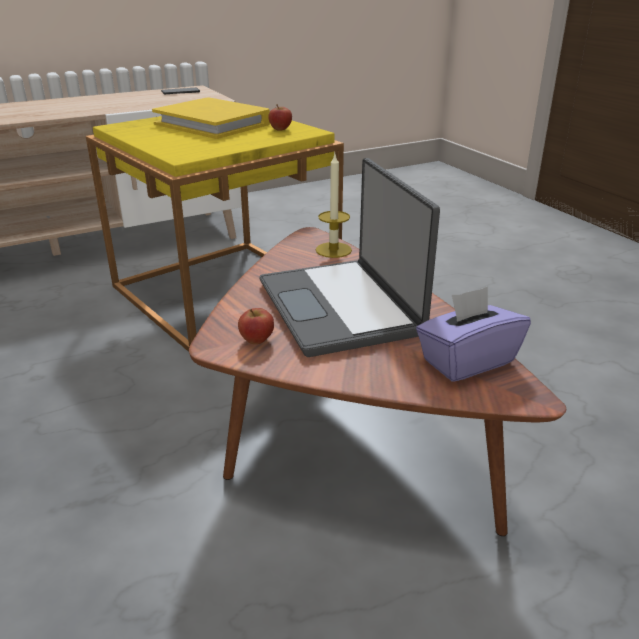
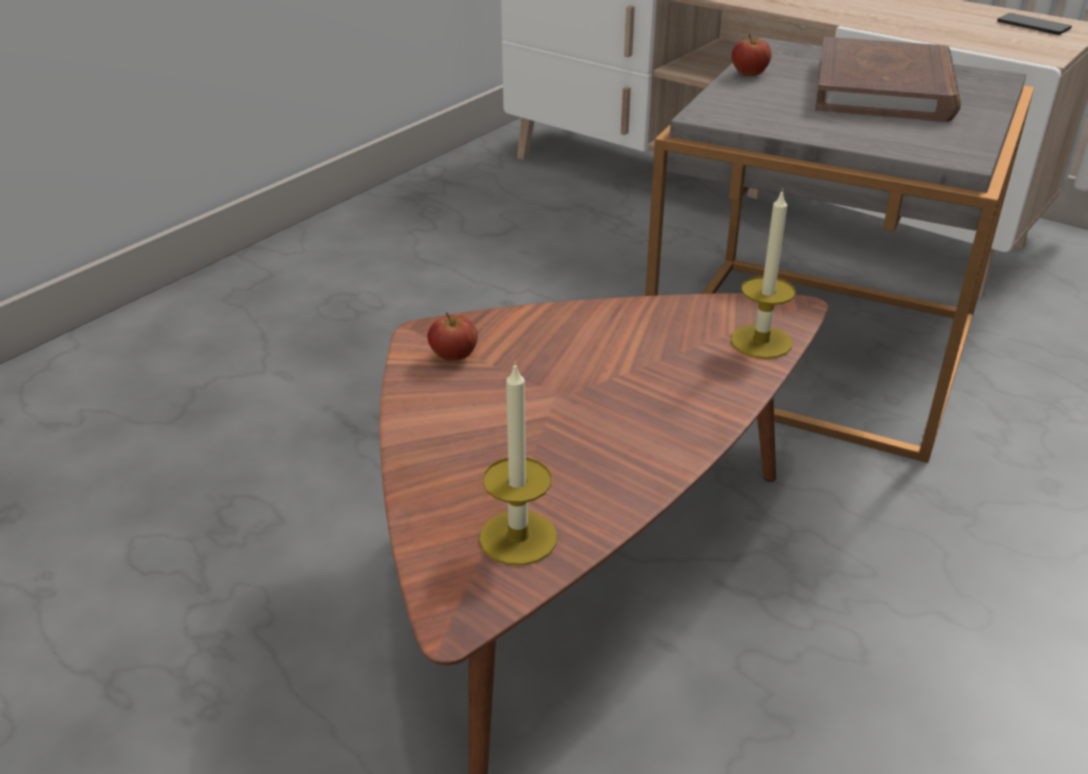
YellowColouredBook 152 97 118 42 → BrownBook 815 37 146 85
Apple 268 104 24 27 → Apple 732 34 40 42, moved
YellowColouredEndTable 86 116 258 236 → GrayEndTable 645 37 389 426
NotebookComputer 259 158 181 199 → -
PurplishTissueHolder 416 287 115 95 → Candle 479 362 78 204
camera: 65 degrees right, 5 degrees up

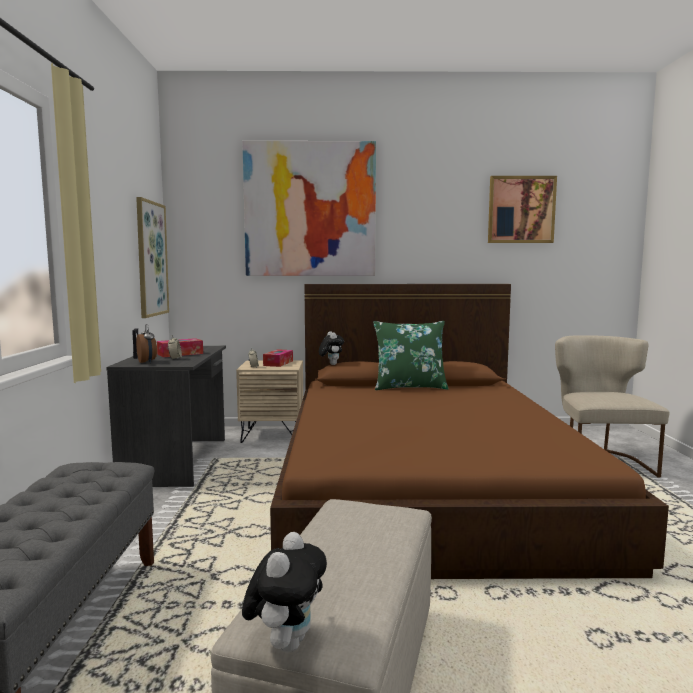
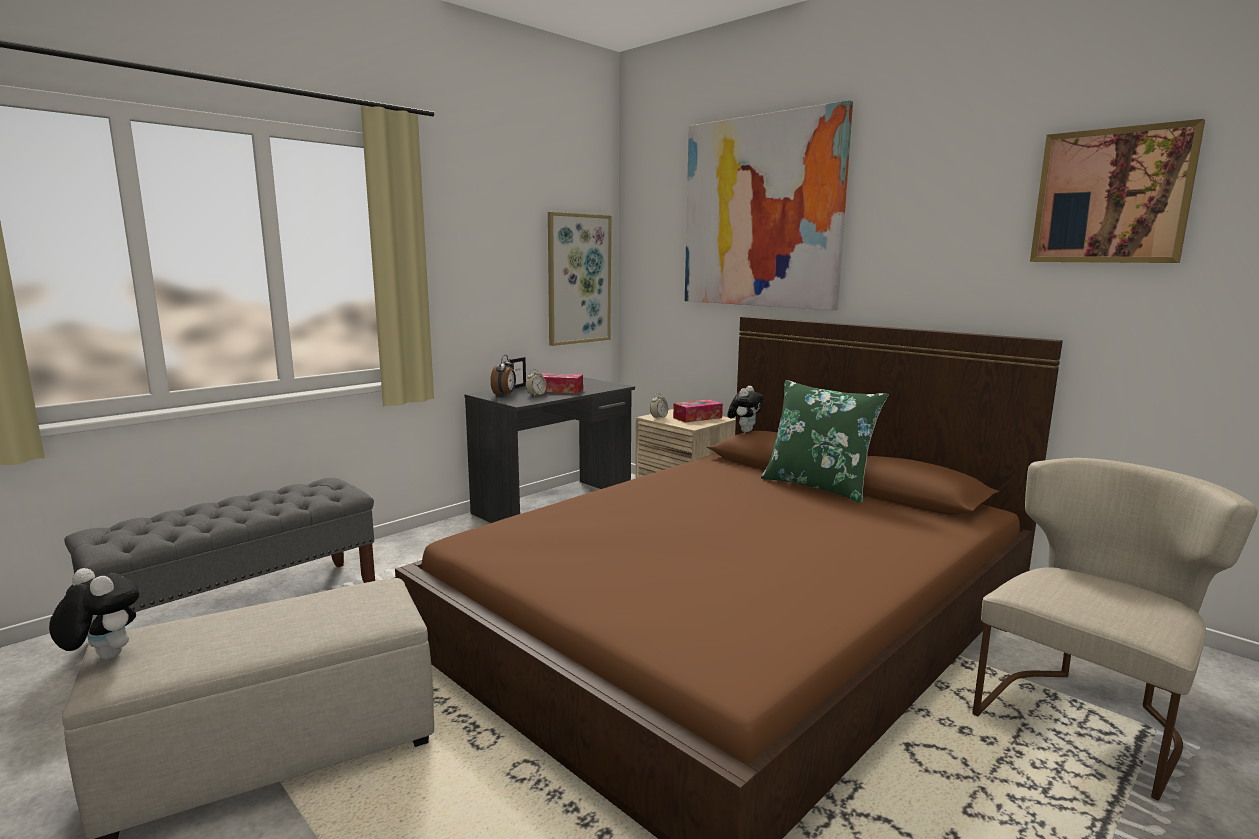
PlushToy 242 532 85 120 → PlushToy 49 568 91 92, 120 degrees counterclockwise
camera: 45 degrees right, 5 degrees up

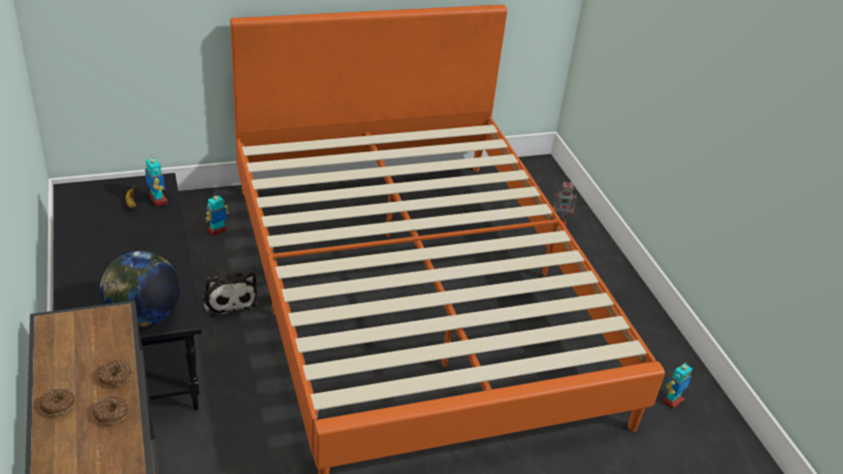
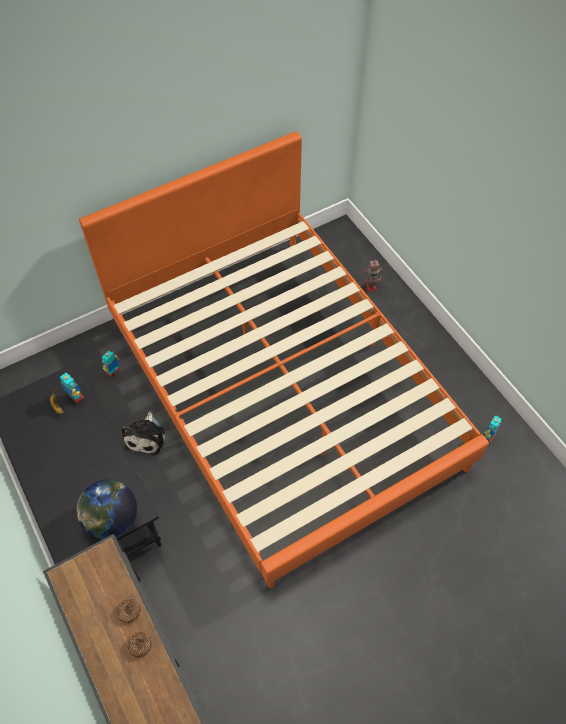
PlushToy 203 272 54 45 → PlushToy 121 411 44 44, 45 degrees clockwise
RingDoughnut 39 388 36 28 → -
camera: 10 degrees left, 20 degrees up

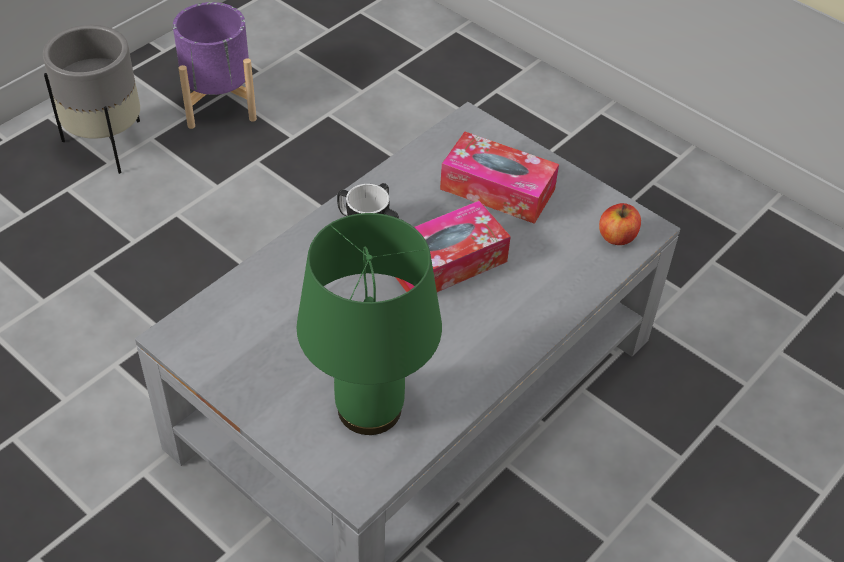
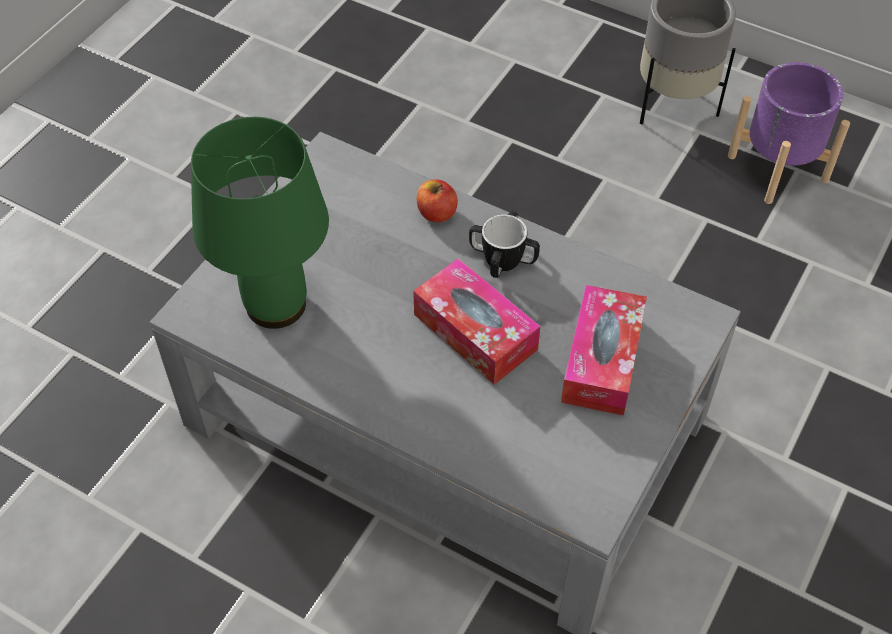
Apple 599 203 42 42 → Apple 417 179 41 43, moved
camera: 80 degrees right, 5 degrees up

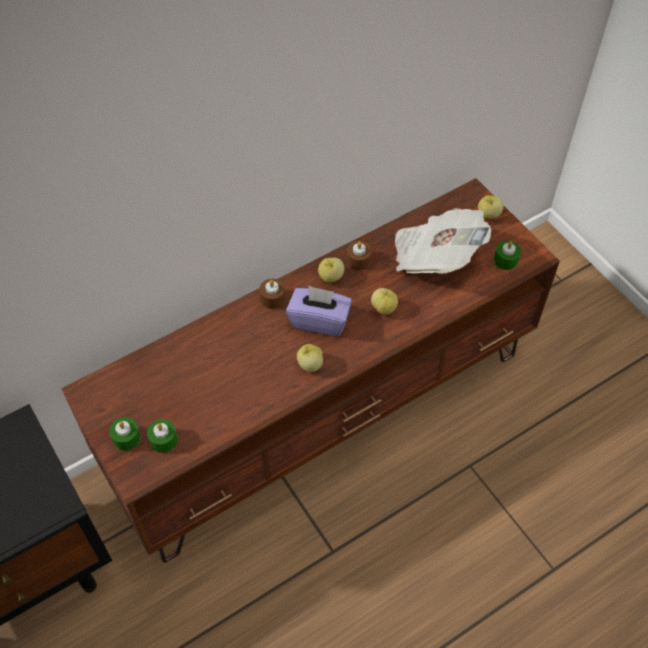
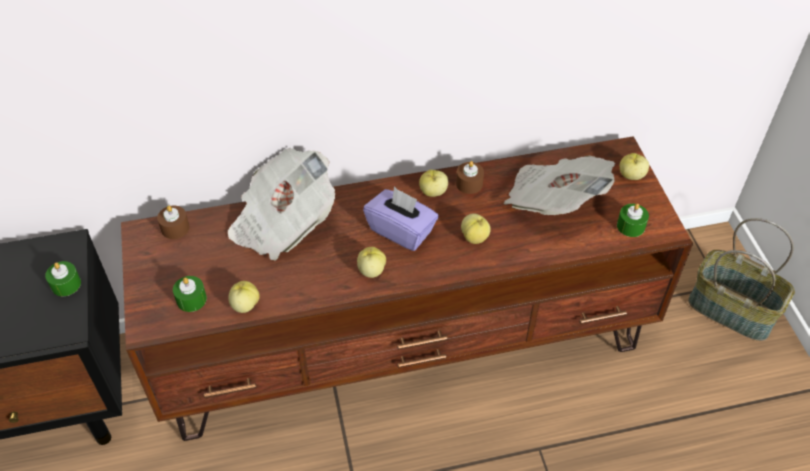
BrownCandle 259 279 26 30 → BrownCandle 157 206 33 33, moved
GreenColouredCandle 109 417 32 34 → GreenColouredCandle 45 261 36 35, moved
- → PrintedPaper 227 148 108 113
- → Basket 688 218 107 123
- → Apple 228 281 32 32
camera: 20 degrees right, 5 degrees down

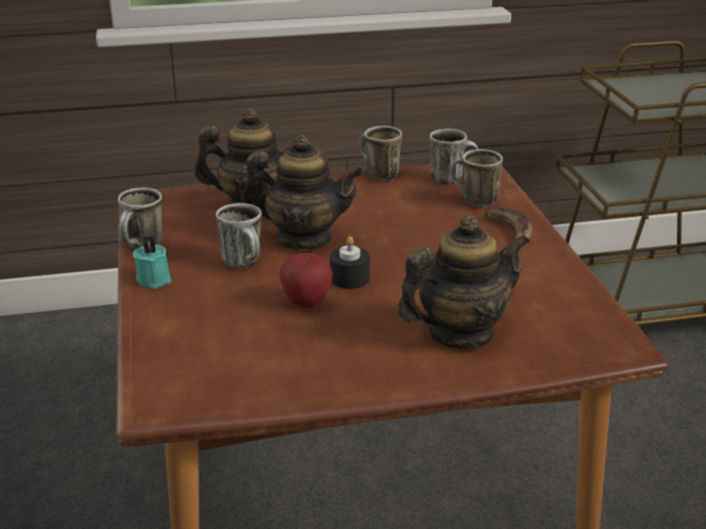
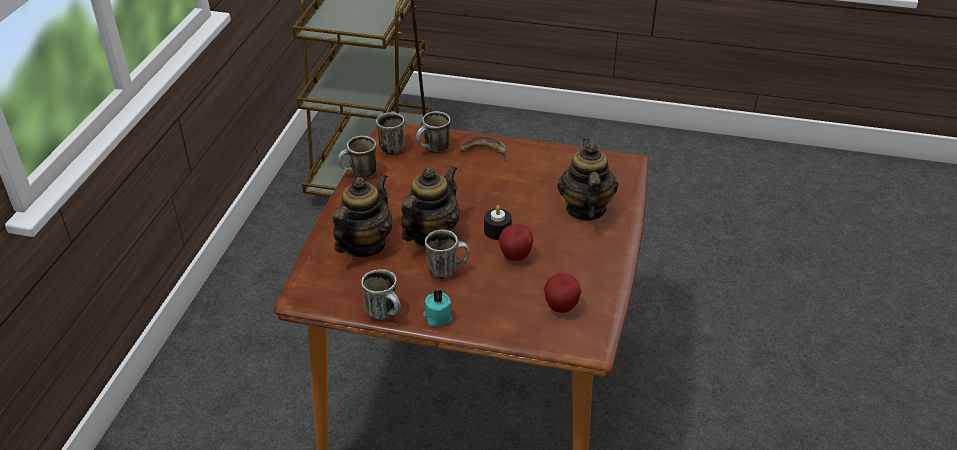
- → Apple 544 273 37 40
camera: 65 degrees left, 10 degrees up

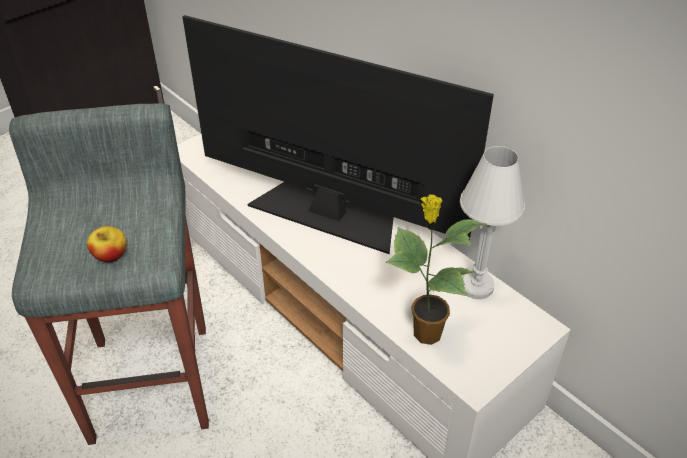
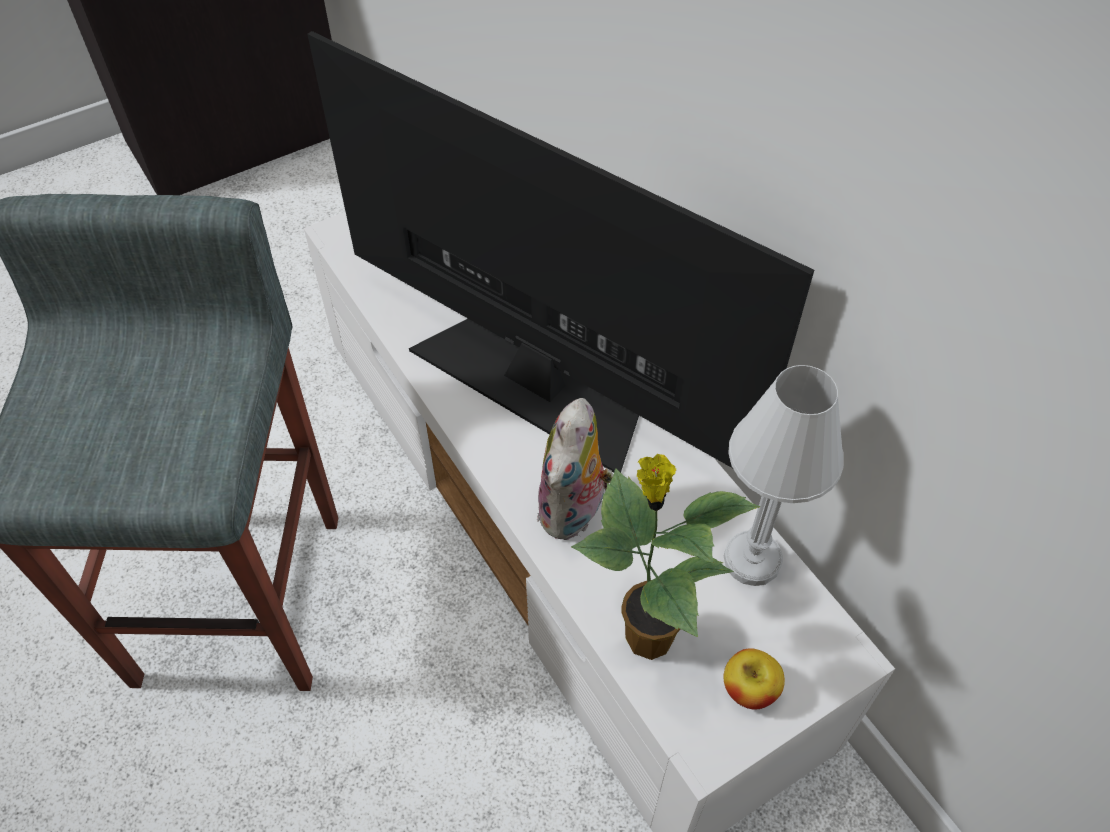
Apple 87 226 40 36 → Apple 724 648 61 62, moved
- → PlushToy 537 398 77 142
camera: 10 degrees right, 10 degrees up

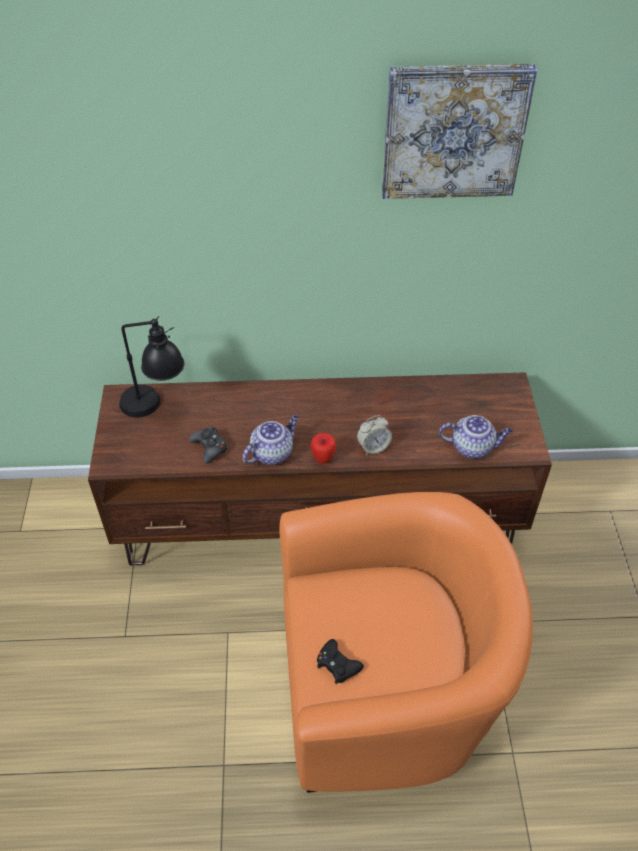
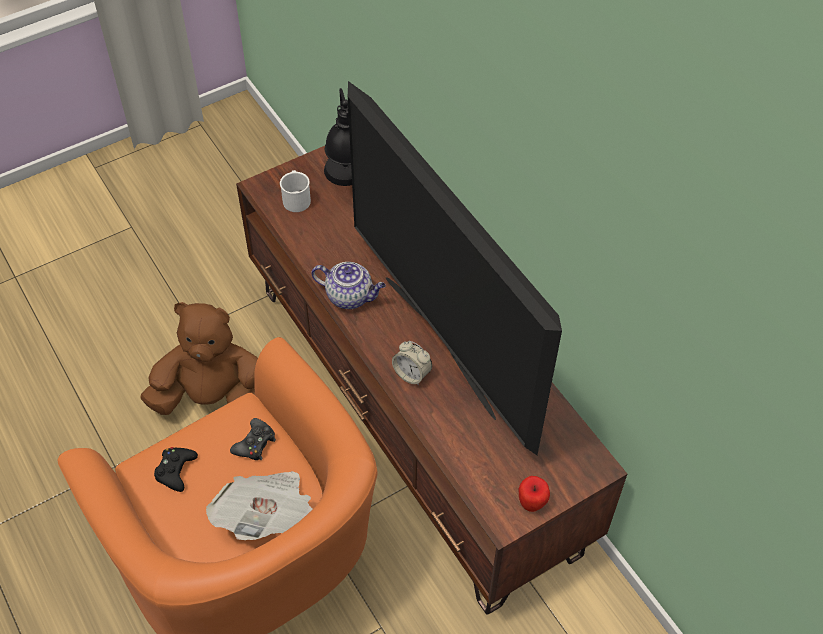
WallArt 382 64 155 135 → -
Teapot 439 415 74 43 → -
BlackColouredGamepad 189 426 39 38 → BlackColouredGamepad 230 418 46 42, moved
Apple 311 433 25 31 → Apple 519 476 31 36, moved
- → Tv 348 81 214 374
- → WhitishCoffeeMug 280 170 31 42
- → BrownPlushToy 140 302 118 113
- → PrintedPaper 206 471 106 69
camera: 60 degrees right, 5 degrees up

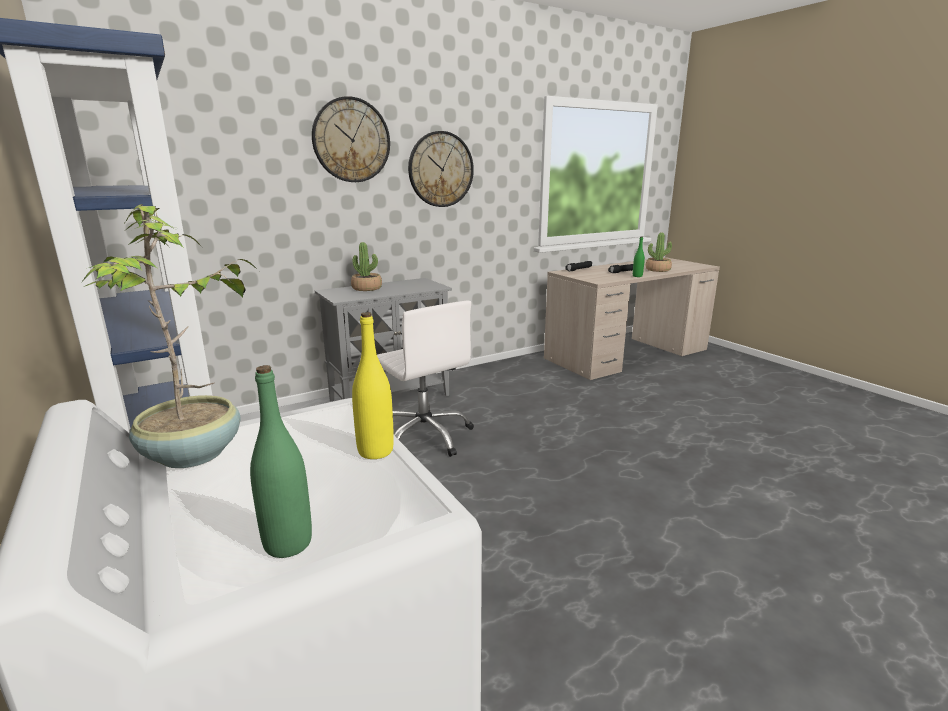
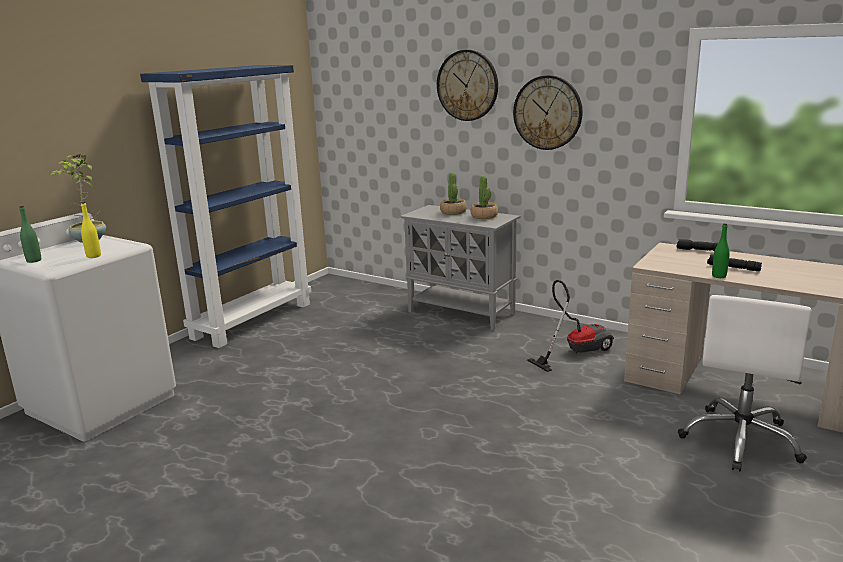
Houseplant 646 232 26 40 → Houseplant 471 176 27 43, moved
WhitishOfficeChair 377 301 97 156 → WhitishOfficeChair 678 295 134 177, moved
- → VacuumCleaner 527 280 87 92
camera: 65 degrees right, 0 degrees up

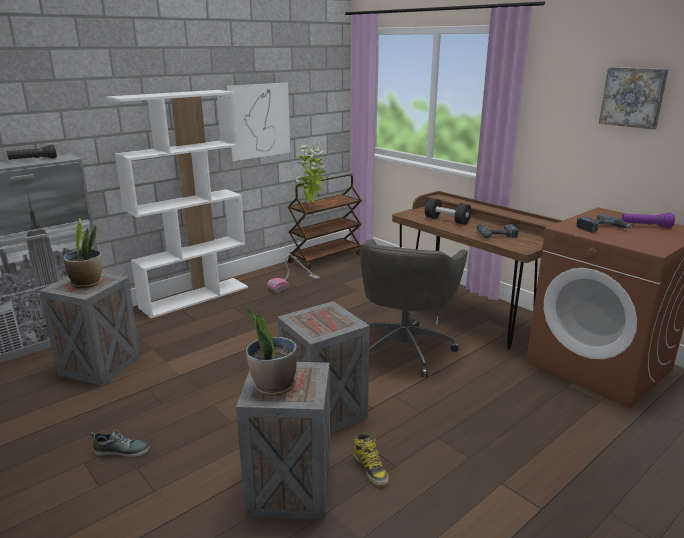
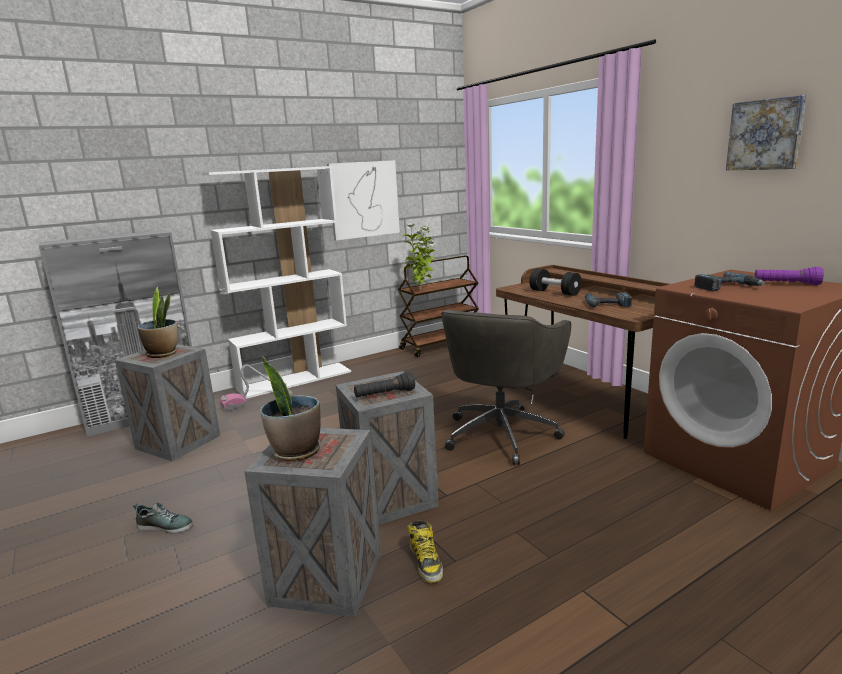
BlackColouredTorch 7 145 50 15 → BlackColouredTorch 354 372 61 25, moved
VacuumCleaner 267 254 53 39 → VacuumCleaner 220 364 73 47, moved
camera: 10 degrees right, 5 degrees down

